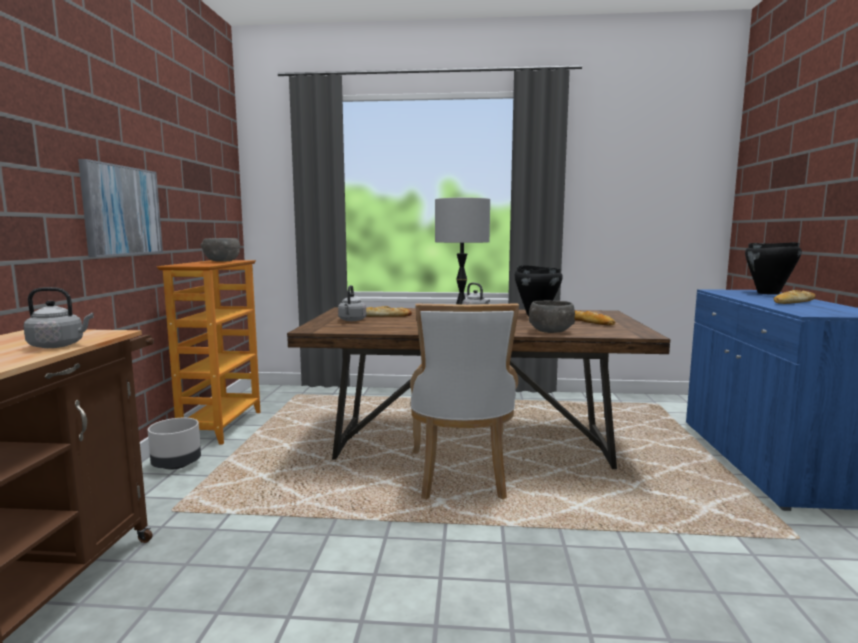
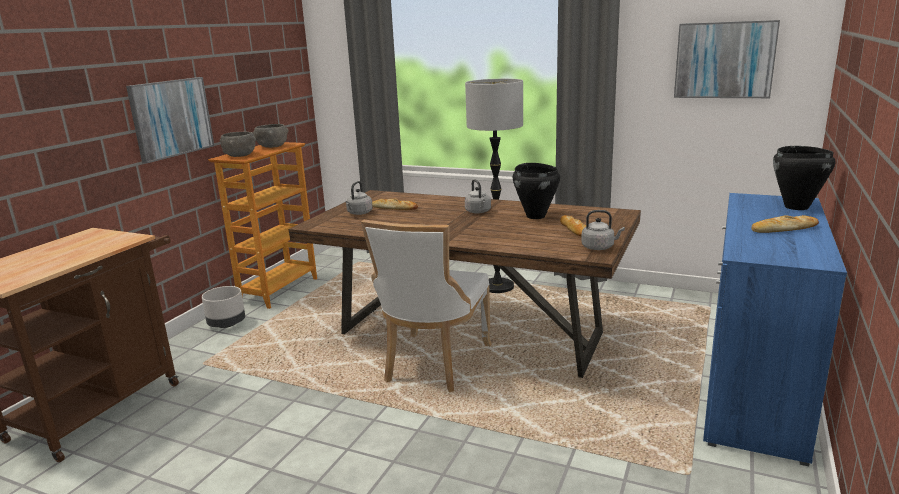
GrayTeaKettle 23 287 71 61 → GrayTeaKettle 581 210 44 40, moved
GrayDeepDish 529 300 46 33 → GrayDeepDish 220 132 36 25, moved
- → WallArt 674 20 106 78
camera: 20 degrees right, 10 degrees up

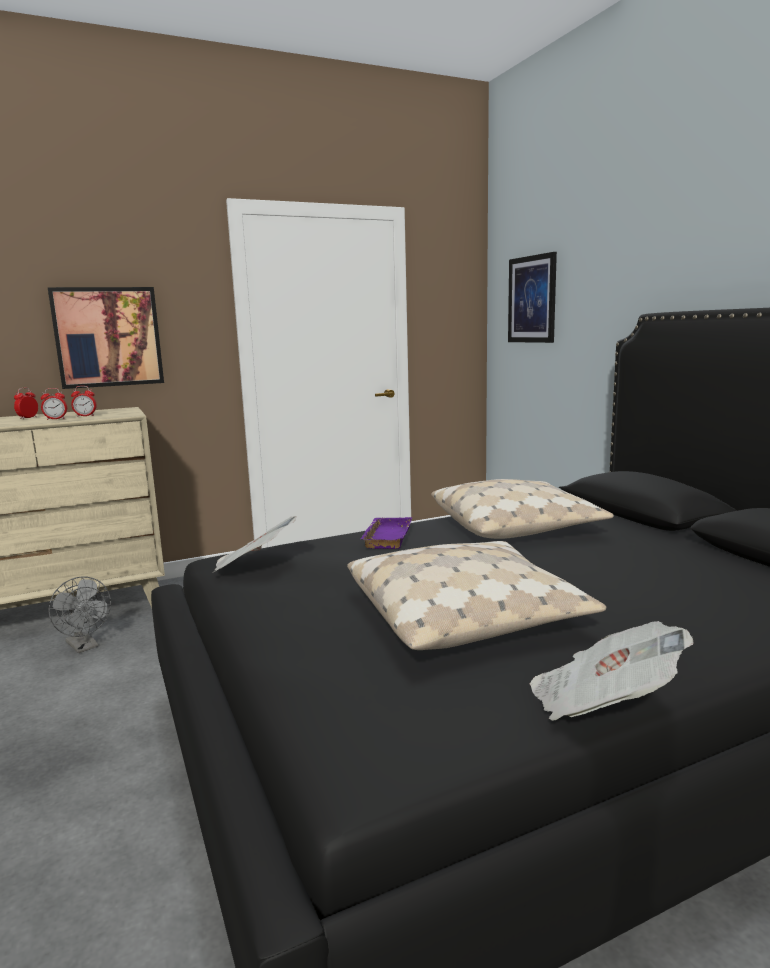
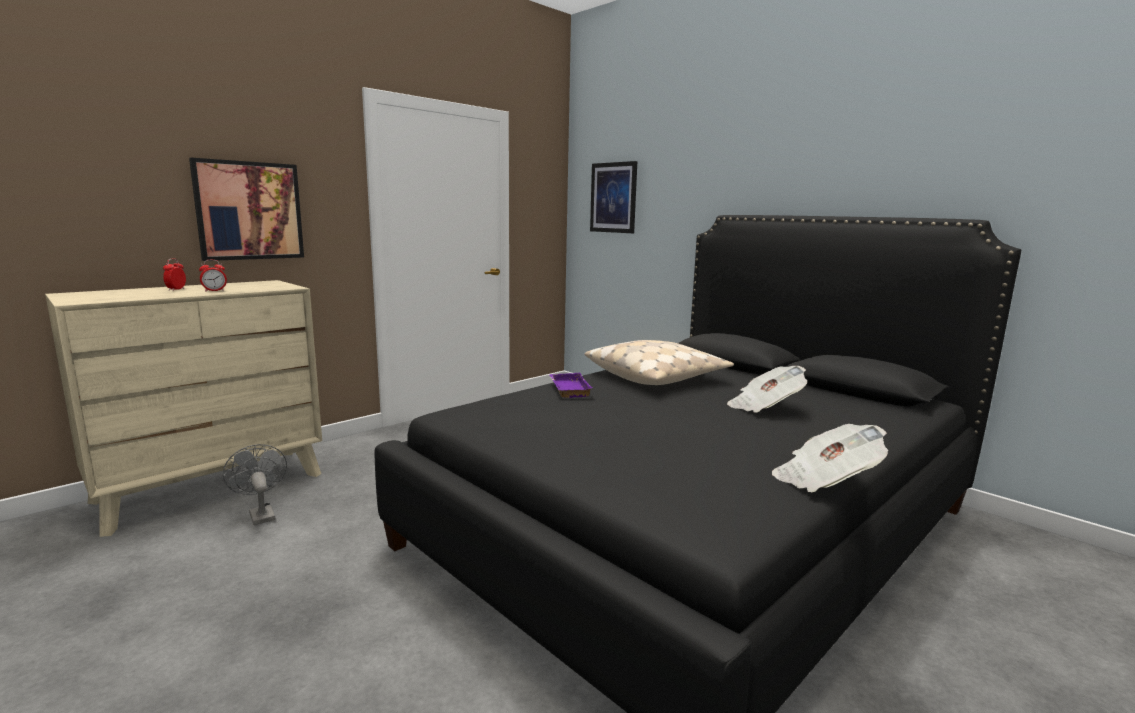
TableClock 71 386 26 31 → -
PrintedPaper 214 516 83 56 → PrintedPaper 727 366 80 46, moved
BeigeColouredThrowPillow 347 541 259 109 → -
GrayFan 48 577 63 76 → GrayFan 223 444 64 81, 150 degrees counterclockwise
camera: 20 degrees left, 0 degrees up

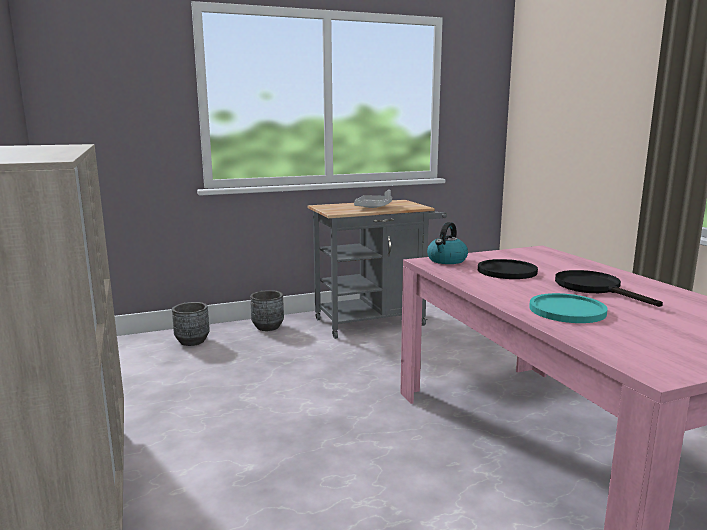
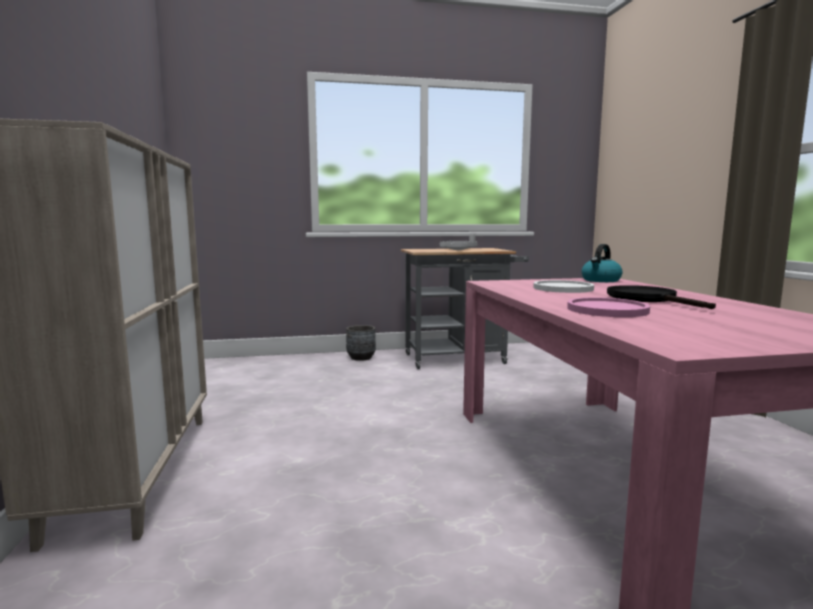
TeaKettle 427 222 41 42 → TeaKettle 582 244 41 38, moved
BlackColouredDinnerPlate 478 259 60 20 → WhitishDinnerPlate 533 280 61 13
TurquoiseDinnerPlate 529 293 78 30 → PinkDinnerPlate 567 297 83 20
GrayPlanter 172 302 38 44 → -
camera: 10 degrees right, 5 degrees down

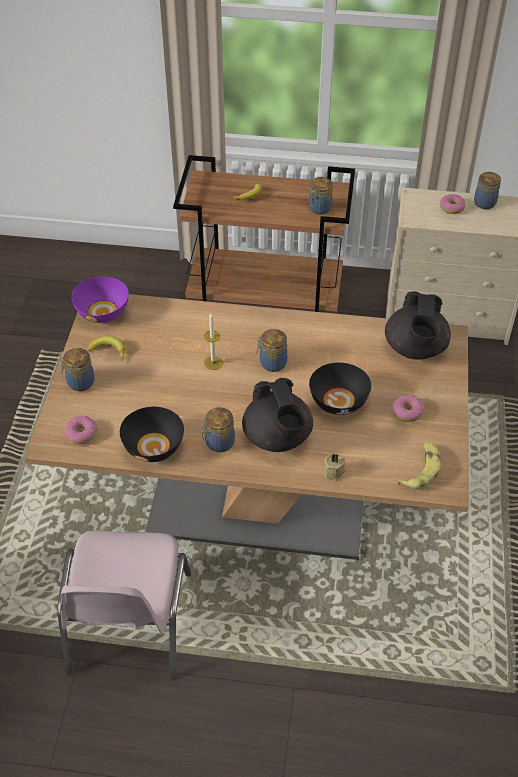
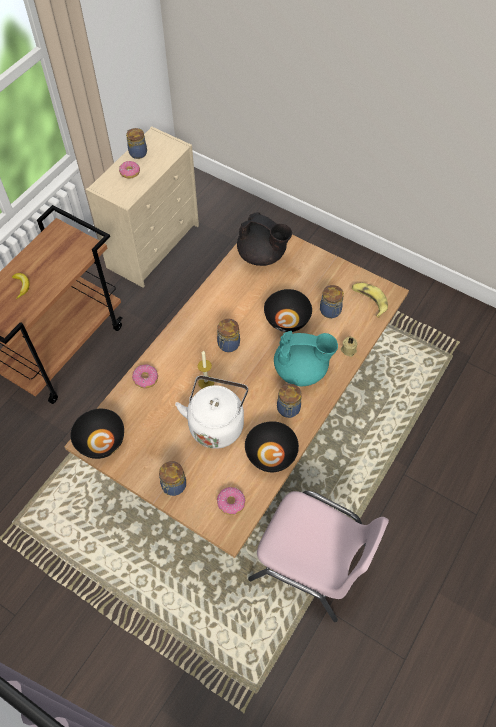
PreserveJar 309 177 24 38 → PreserveJar 320 285 24 33, moved
PurplishDeepDish 72 277 57 46 → BlackColouredDeepDish 71 409 53 50
WholeBanana 88 336 37 25 → -
BlackColouredTeapot 242 378 71 74 → TurquoiseTeapot 274 331 64 56
RingDoughnut 392 395 32 27 → RingDoughnut 132 364 26 24, moved
- → WhitishTeaKettle 175 376 73 73
camera: 65 degrees left, 10 degrees up

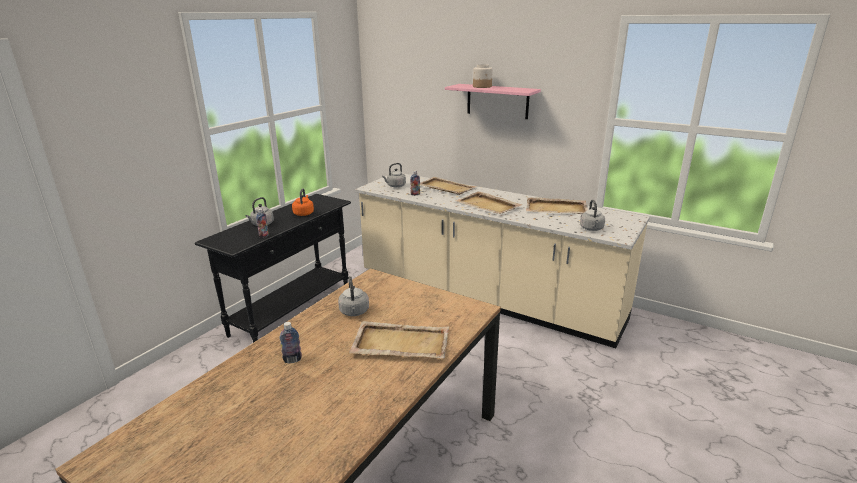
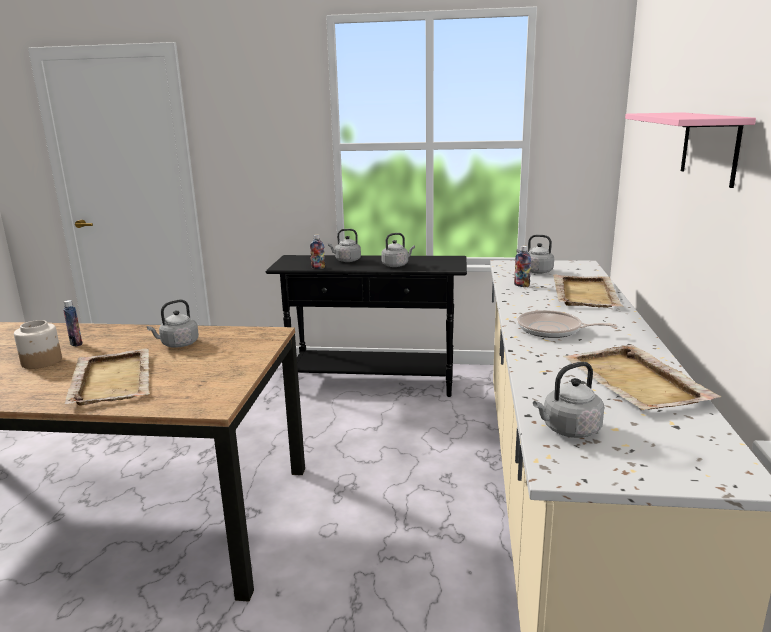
PreserveJar 473 64 20 24 → PreserveJar 14 320 48 49, moved
OrangeTeaKettle 292 188 22 28 → GrayTeaKettle 381 233 34 34
BeigeColouredCarryingTray 455 191 68 23 → Skillet 517 310 100 28
camera: 65 degrees right, 5 degrees down

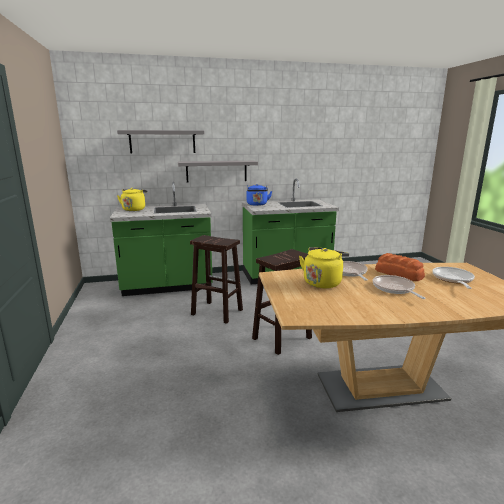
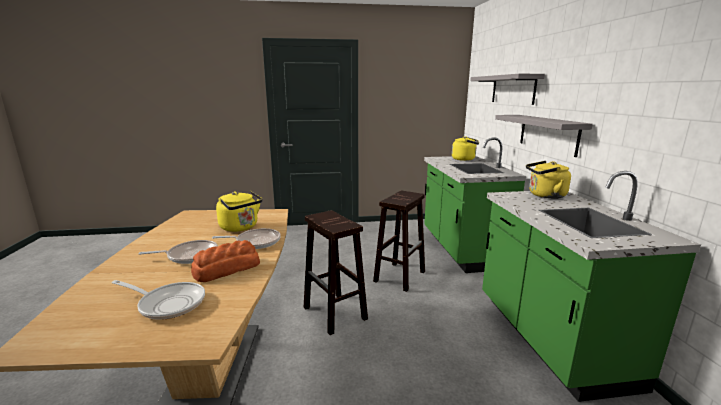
BlueTeaKettle 247 184 25 22 → YellowColouredTeaKettle 526 161 45 38
camera: 95 degrees right, 0 degrees up

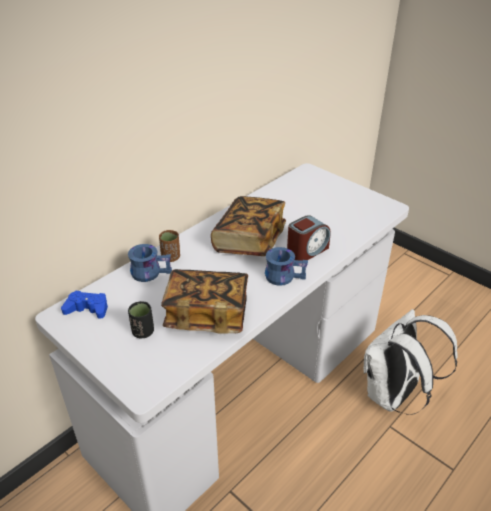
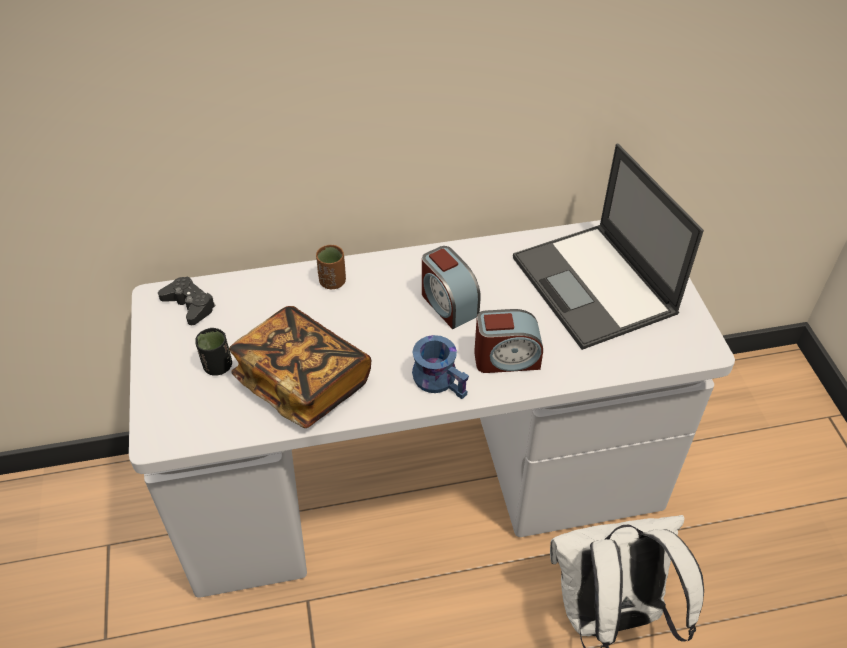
Book 211 196 75 60 → TableClock 422 246 59 83
BlueCoffeeMug 128 244 44 38 → -
BlueGamepad 61 291 47 28 → BlackColouredGamepad 158 276 58 49
- → NotebookComputer 513 144 191 206
camera: 35 degrees right, 10 degrees up

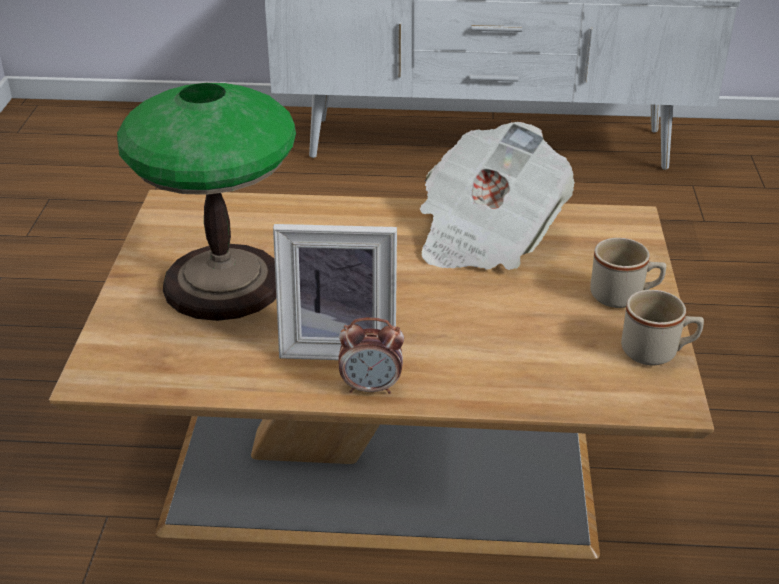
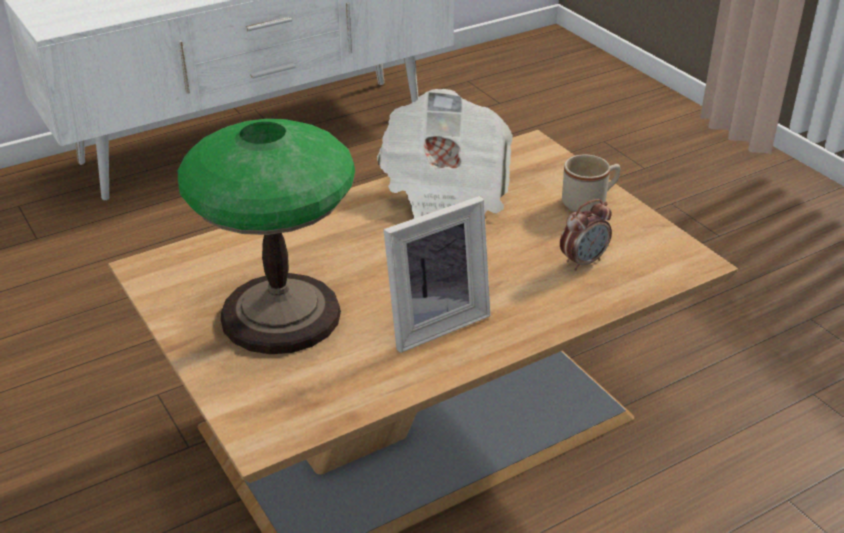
BeigeColouredCoffeeMug 621 290 83 75 → -
TableClock 338 318 66 76 → TableClock 560 199 52 72, moved
camera: 35 degrees left, 0 degrees up

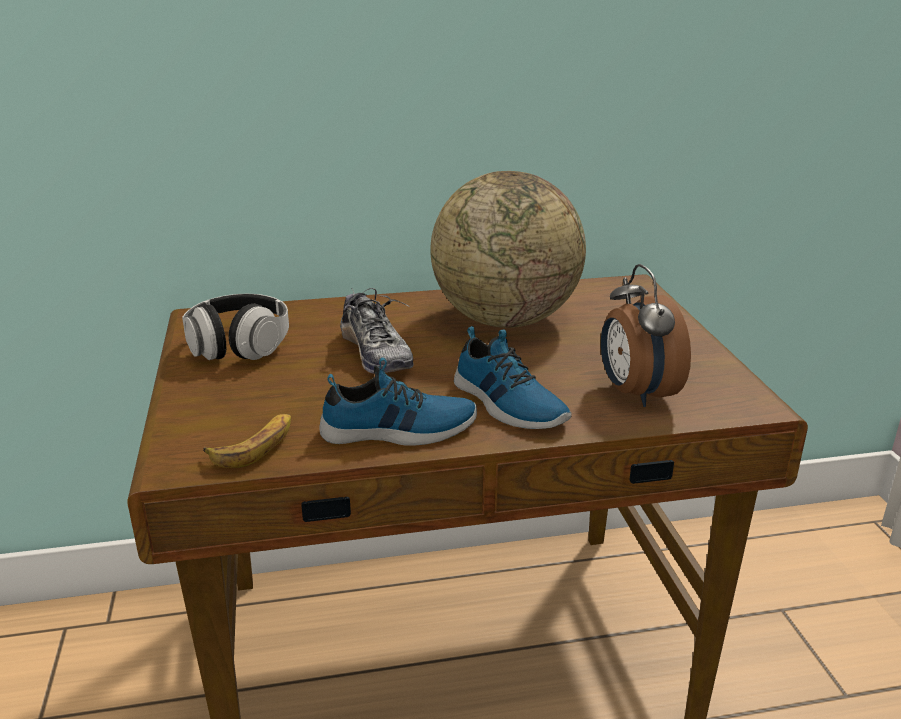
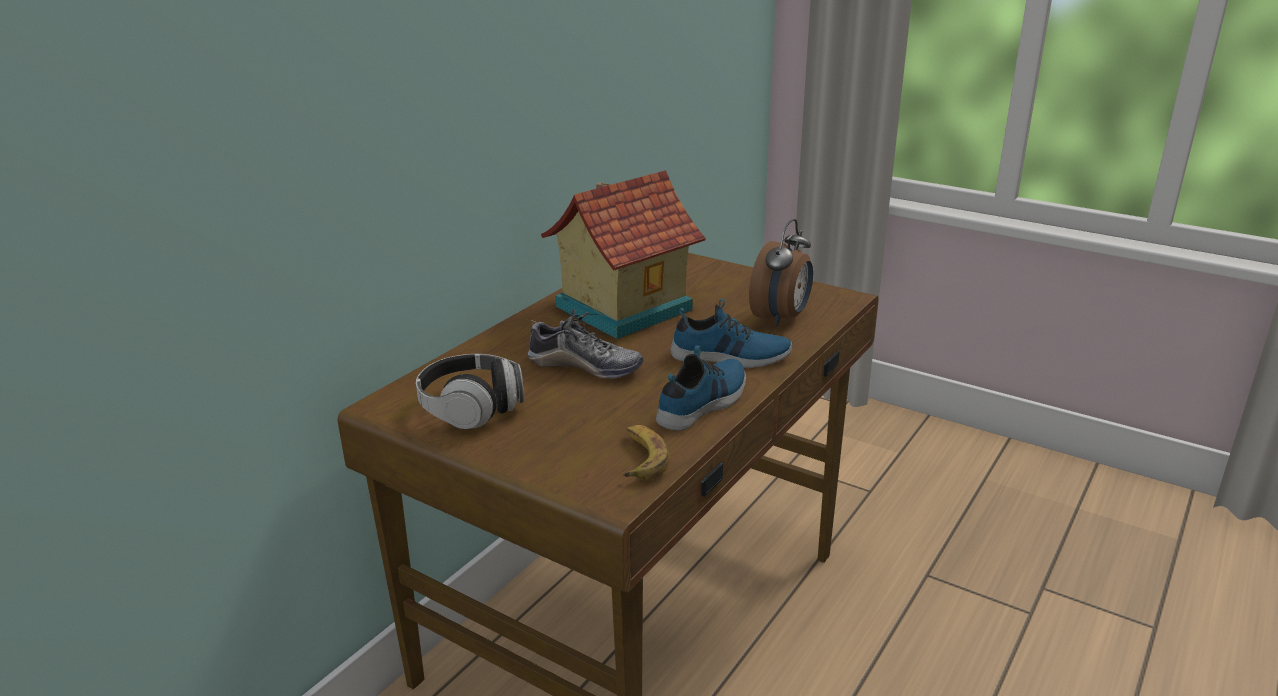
Globe 430 171 156 157 → MiniatureHouse 541 170 165 169
TableClock 601 264 90 143 → TableClock 749 219 64 108, 90 degrees counterclockwise
camera: 45 degrees left, 0 degrees up

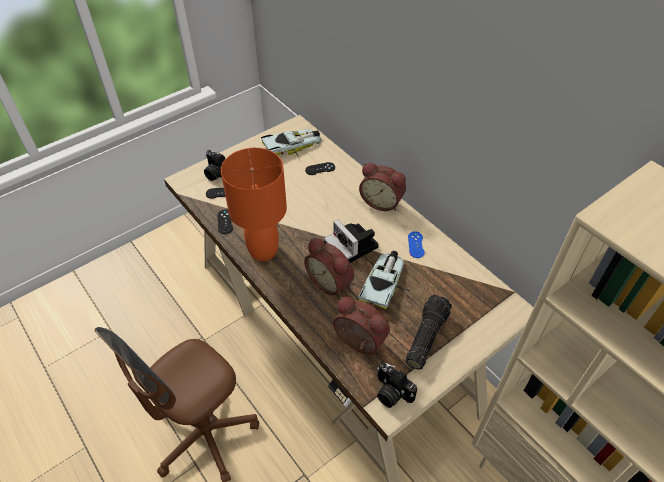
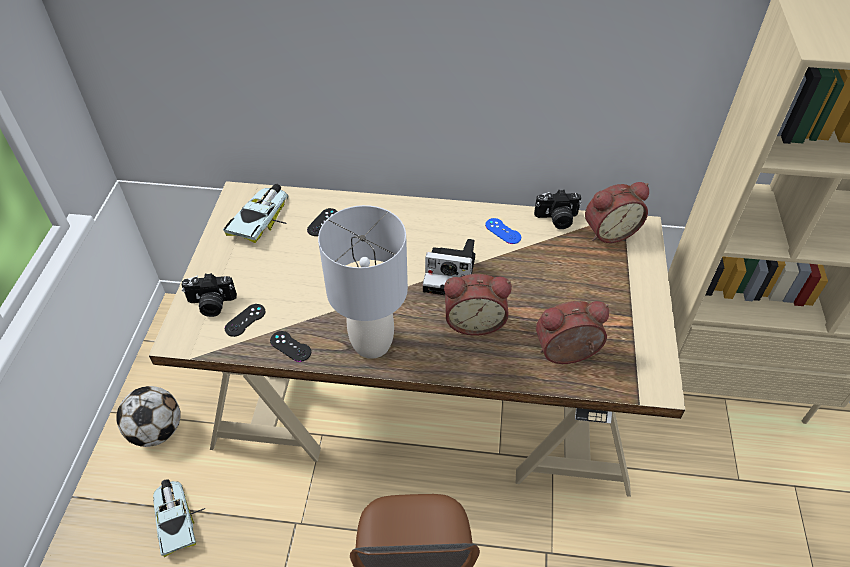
OrangeTableLamp 221 148 66 113 → GrayTableLamp 318 205 90 154
TableClock 359 163 47 48 → TableClock 585 182 64 61, moved
ToyCar 358 251 52 59 → ToyCar 153 479 52 78, moved
Torch 406 295 46 75 → -
StillCamera 377 362 40 46 → StillCamera 534 190 48 39, moved
- → BallForFootball 116 386 65 61
camera: 45 degrees left, 0 degrees up

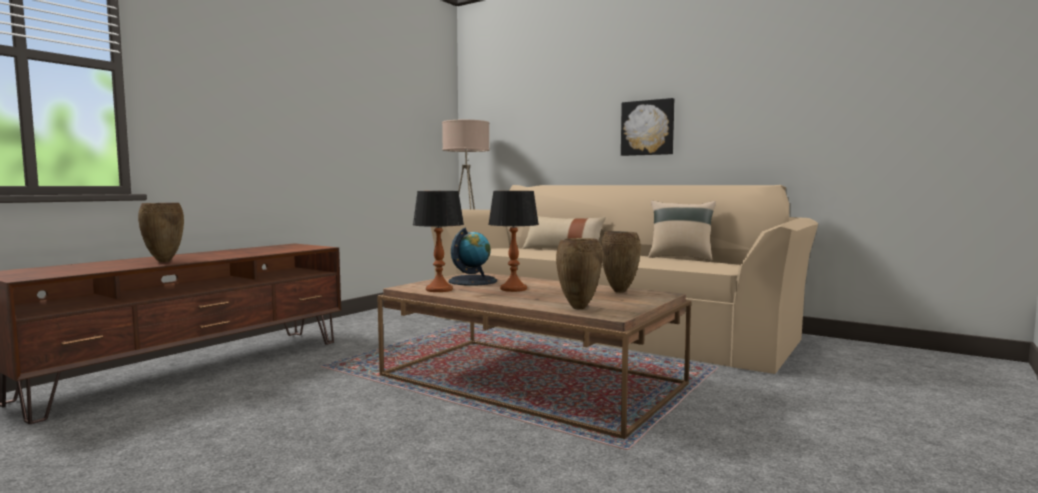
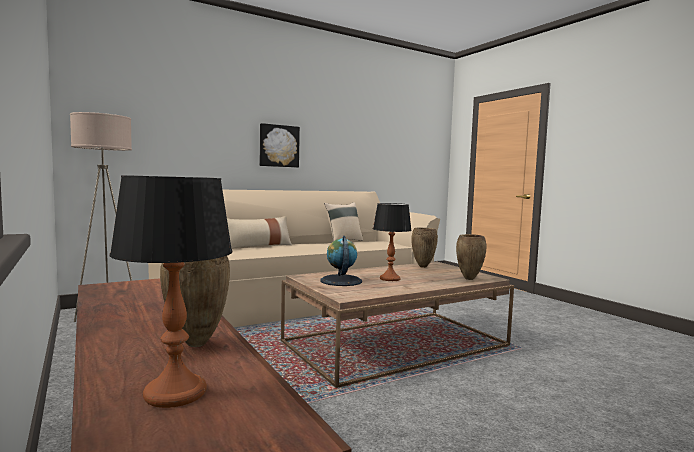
TableLamp 413 191 51 101 → TableLamp 110 175 123 233, moved
camera: 65 degrees left, 0 degrees up

